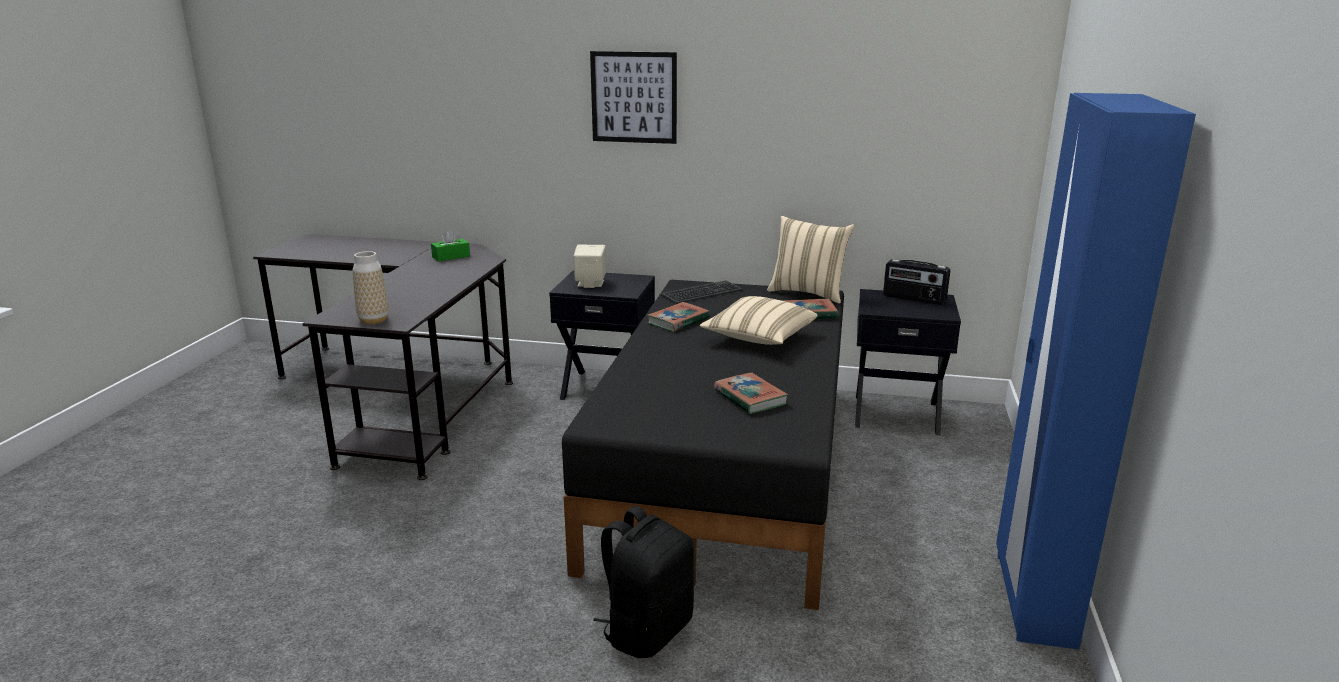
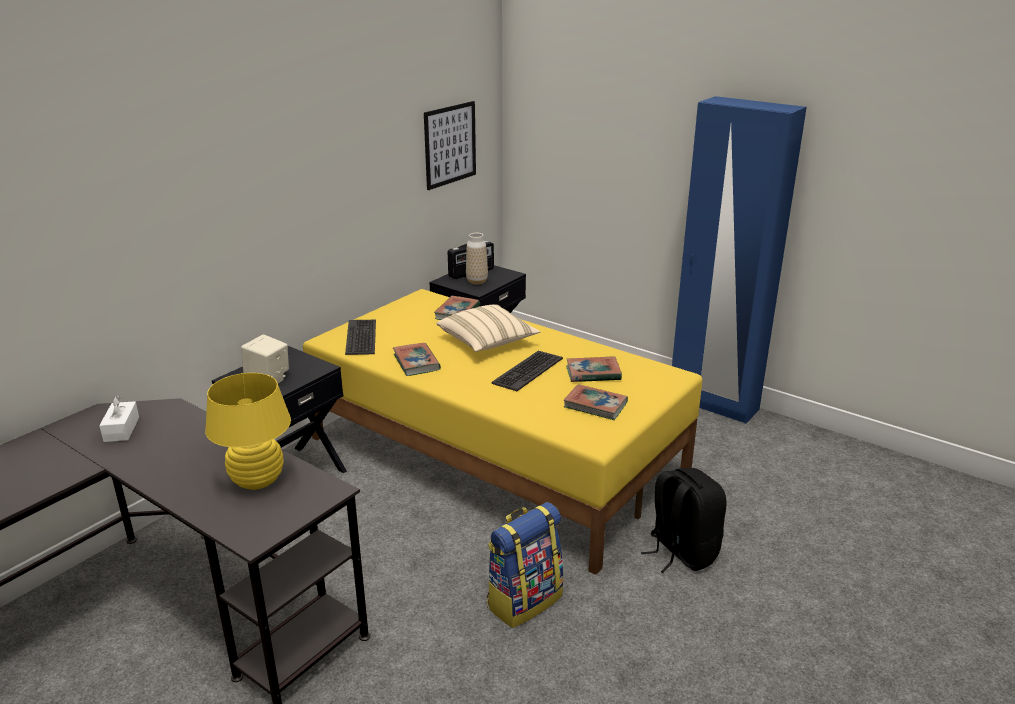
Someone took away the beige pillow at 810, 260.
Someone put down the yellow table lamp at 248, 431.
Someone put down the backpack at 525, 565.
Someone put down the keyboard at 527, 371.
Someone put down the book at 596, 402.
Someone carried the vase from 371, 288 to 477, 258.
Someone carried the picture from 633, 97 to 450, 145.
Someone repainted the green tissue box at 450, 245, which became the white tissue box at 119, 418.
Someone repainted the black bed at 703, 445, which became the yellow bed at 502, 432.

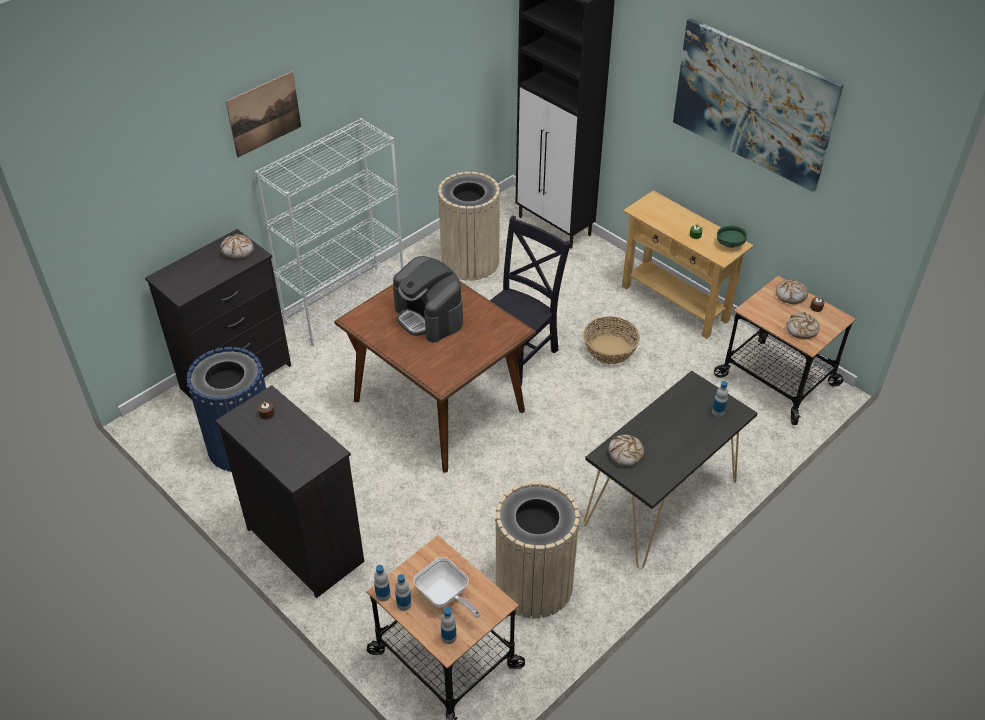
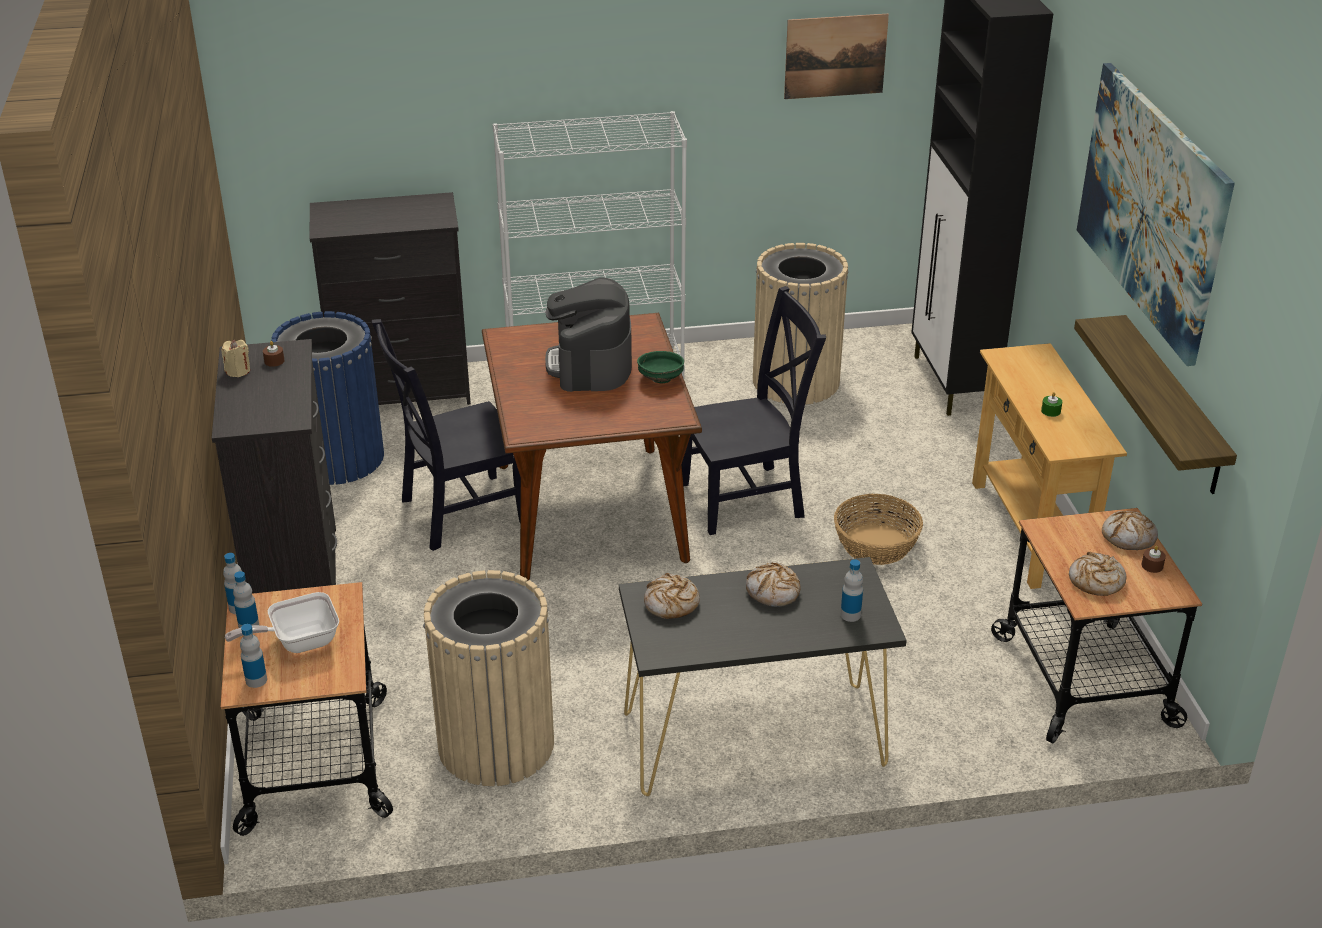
Someone put down the beige candle at 235, 358.
Someone put down the black chair at 446, 435.
Someone put up the shelf at 1155, 404.
Someone carried the bread from 237, 246 to 773, 585.
Someone carried the picture from 263, 114 to 836, 56.
Someone carried the green bowl from 732, 237 to 660, 367.
Someone rotated the frying pan at 446, 587 by 75 degrees clockwise.

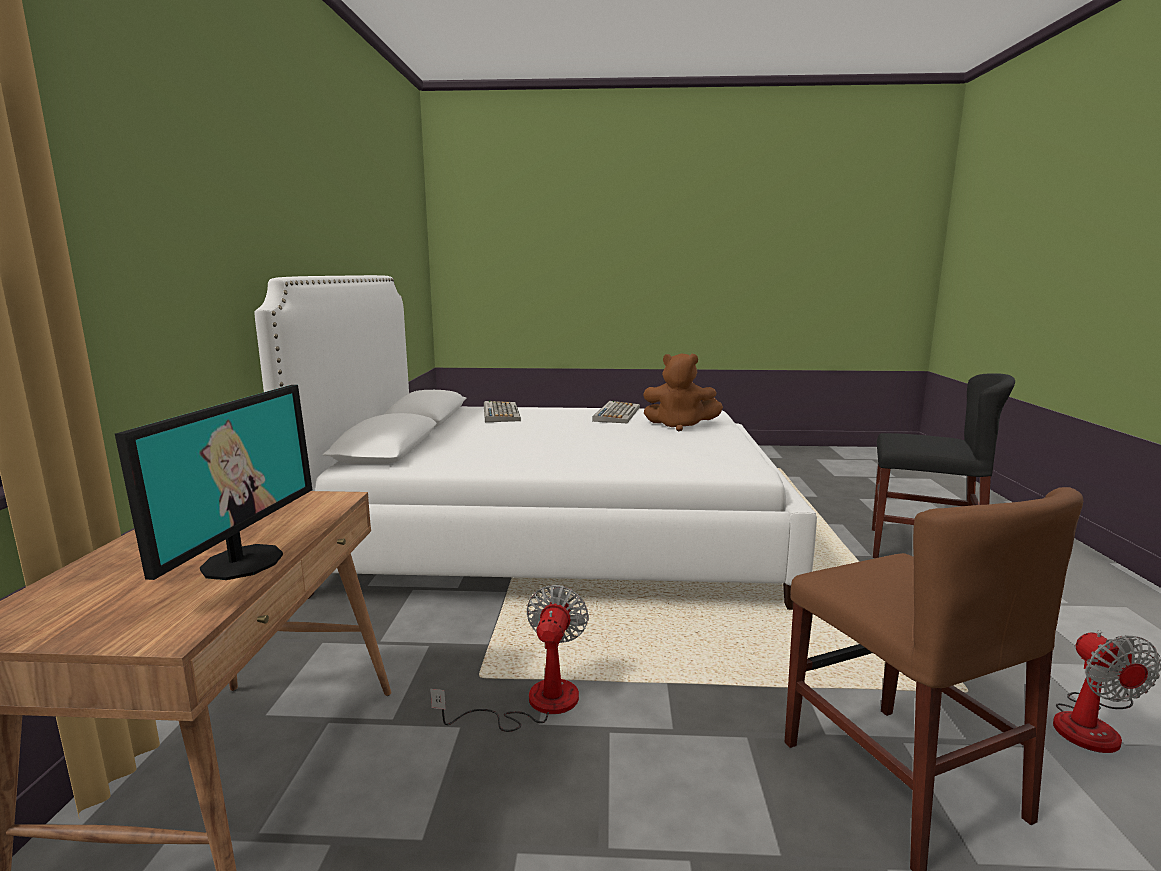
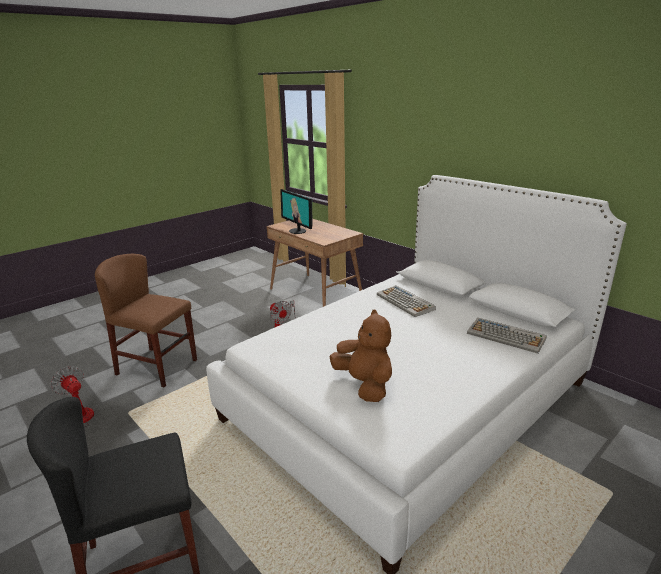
Someone carried the keyboard from 616, 412 to 406, 301.
Someone rotated the brown plush toy at 683, 392 by 90 degrees clockwise.

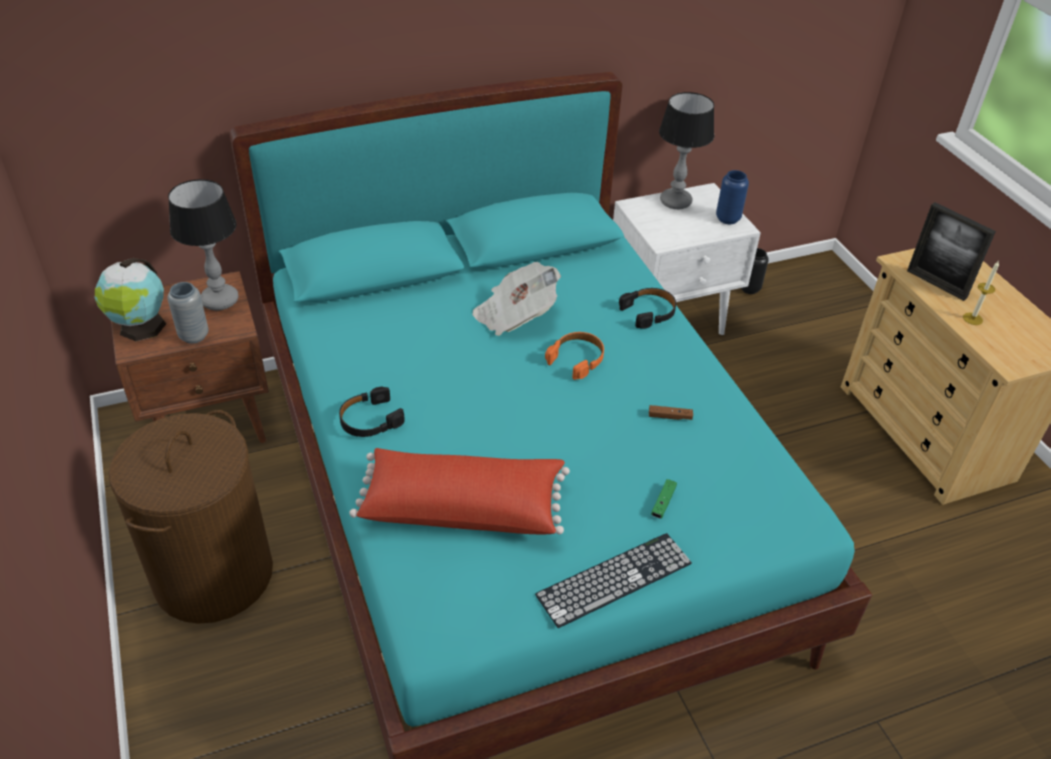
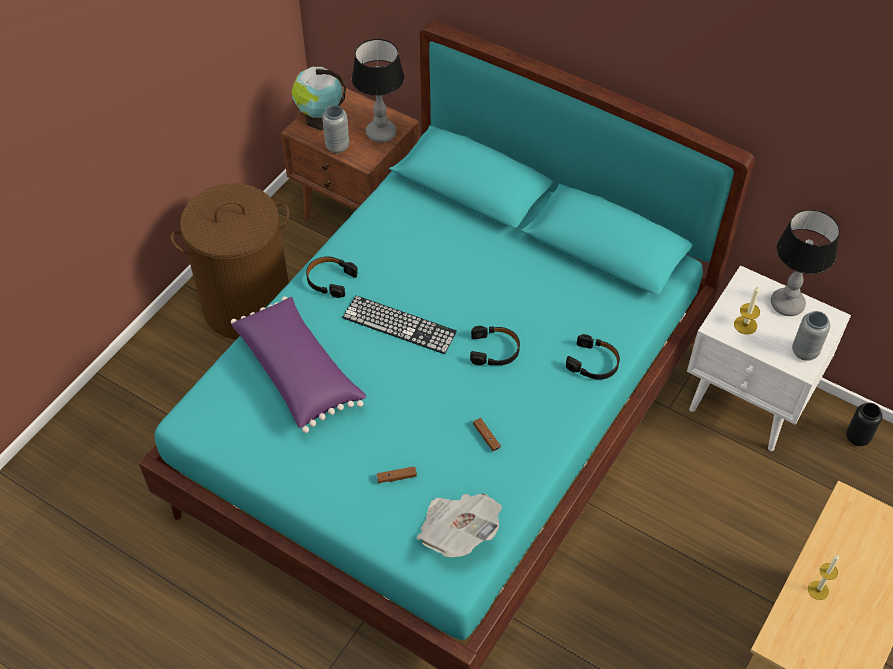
Someone took away the picture frame at 951, 251.
Someone put down the candle at 747, 310.
Someone carried the newspaper from 516, 299 to 459, 525.
Someone carried the keyboard from 613, 580 to 399, 325.
Someone repainted the red pillow at 459, 491, which became the purple pillow at 298, 364.
Someone repainted the orange headphones at 574, 356, which became the black headphones at 495, 346.
Someone repainted the green game controller at 664, 498, which became the brown game controller at 397, 474.
Someone repainted the blue vase at 732, 197, which became the grey vase at 811, 336.

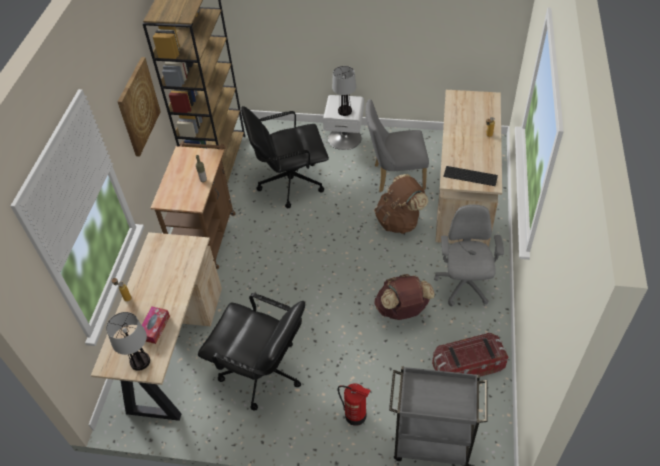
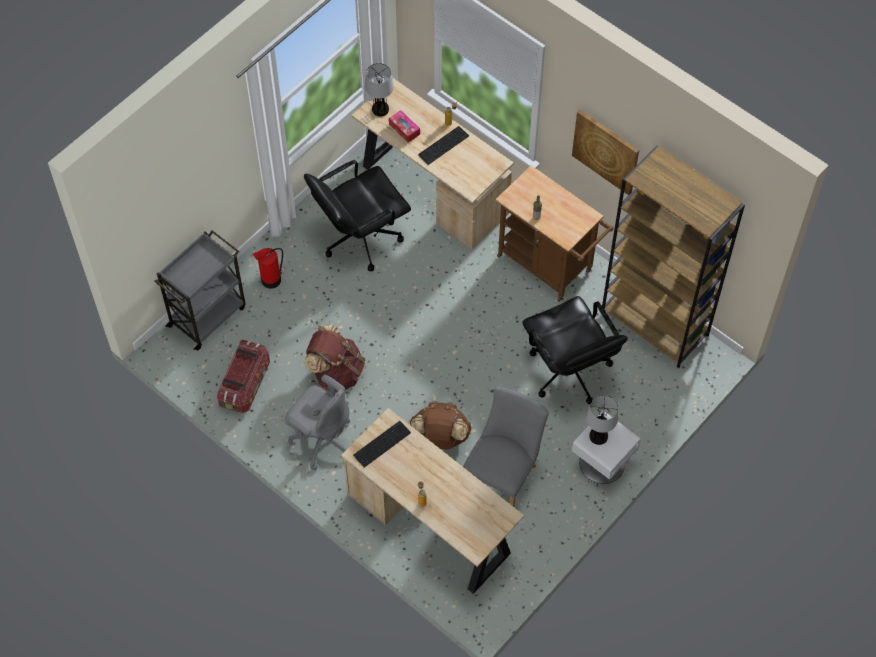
Someone put down the keyboard at 443, 145.
Someone rotated the black office chair at 285, 157 by 135 degrees clockwise.

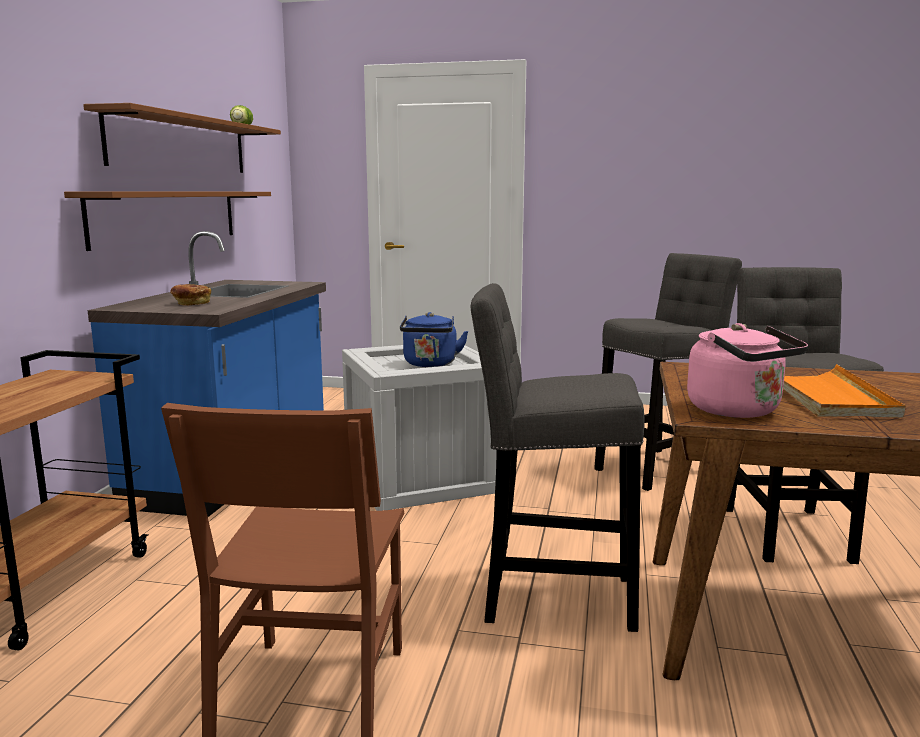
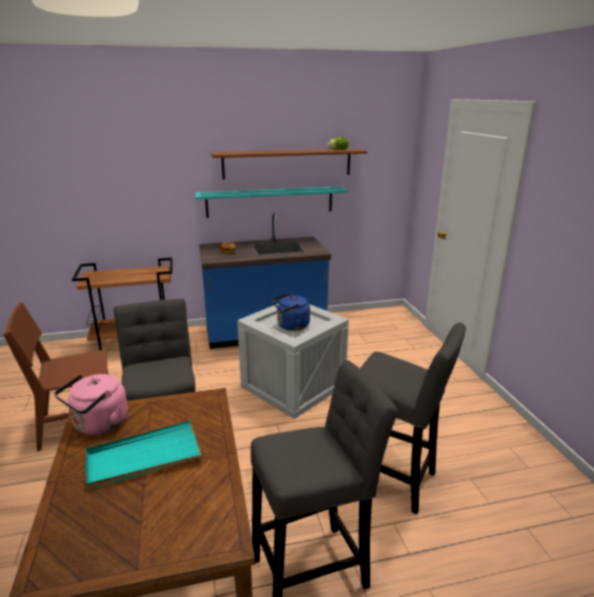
Someone repainted the brown shelf at 167, 221, which became the turquoise shelf at 271, 202.
Someone repainted the orange tray at 844, 391, which became the turquoise tray at 144, 454.

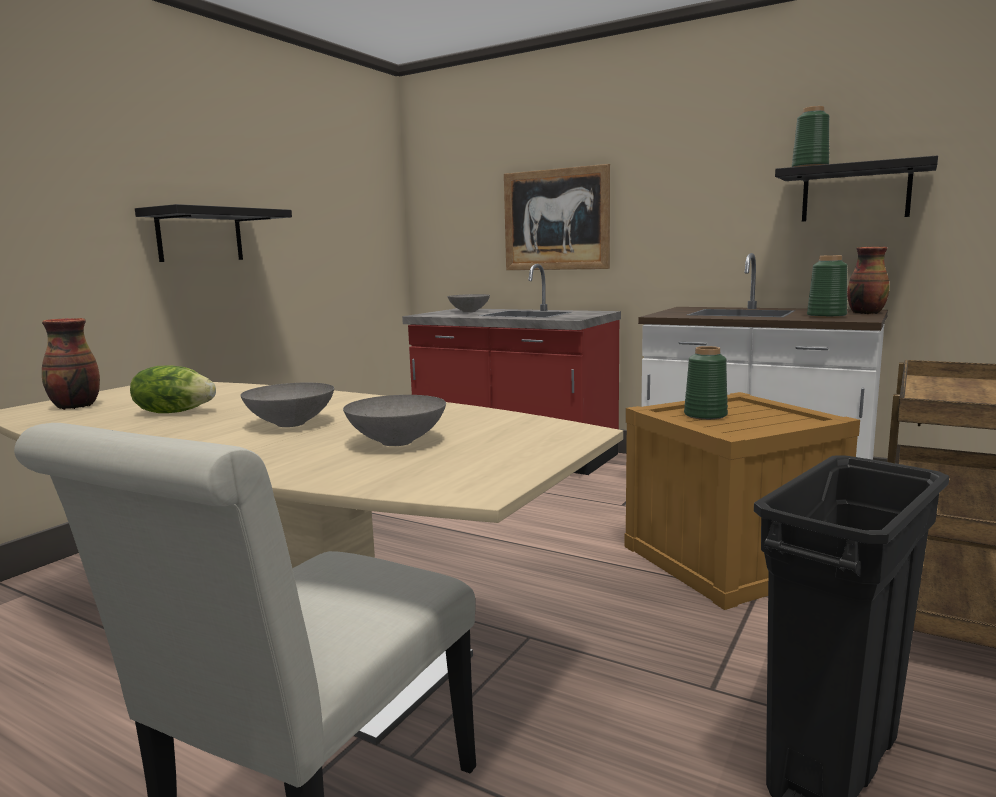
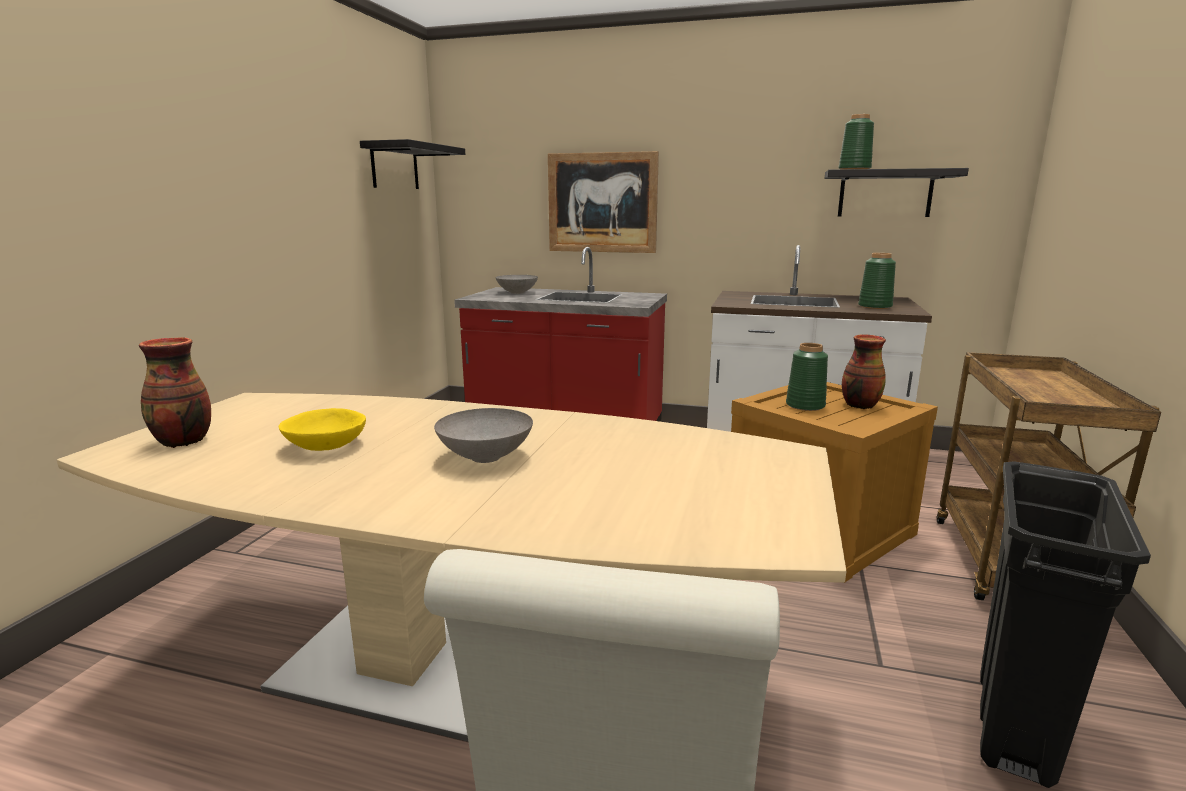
Someone took away the grey bowl at 394, 420.
Someone carried the black shelf from 213, 233 to 412, 164.
Someone carried the vase from 868, 280 to 864, 371.
Someone swapped the lettuce at 173, 389 for the yellow bowl at 322, 429.

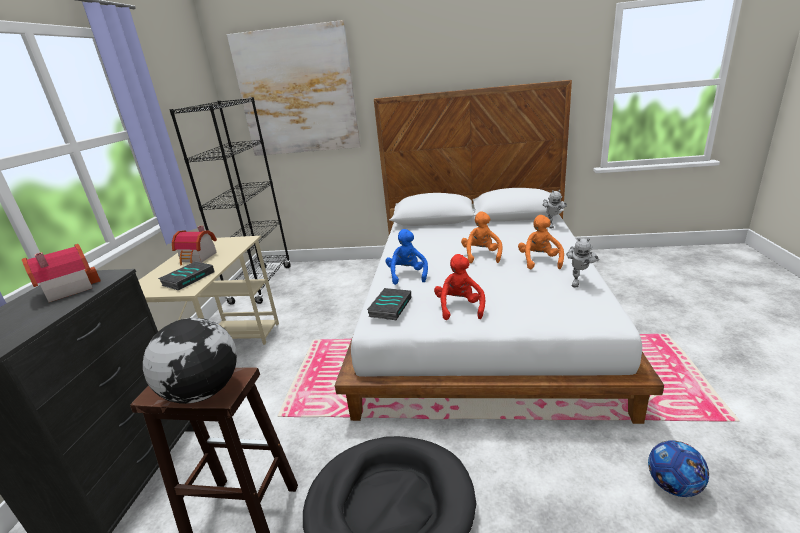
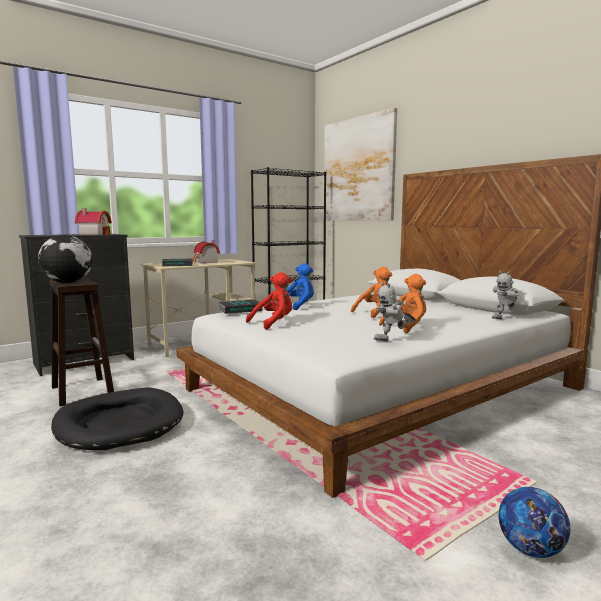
Someone carried the football from 678, 468 to 534, 522.

